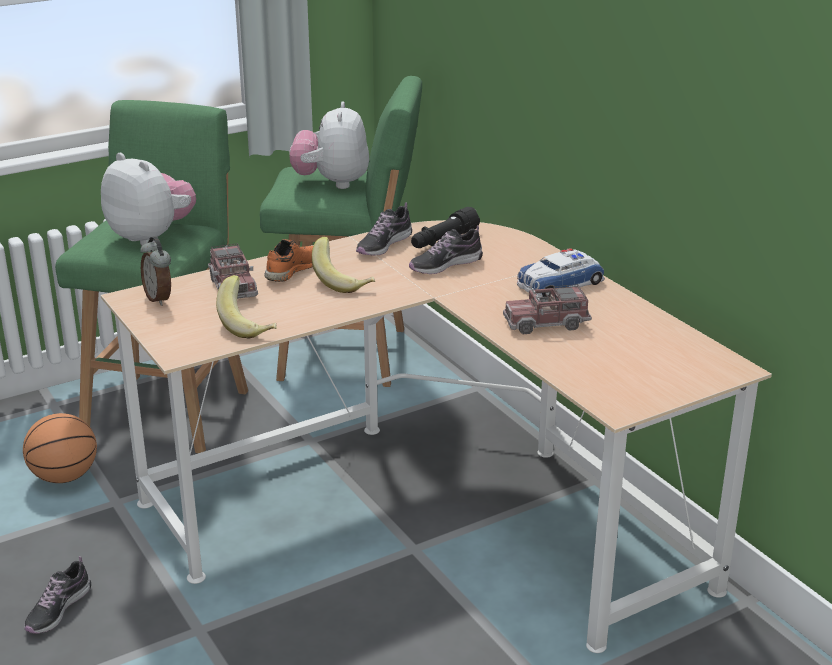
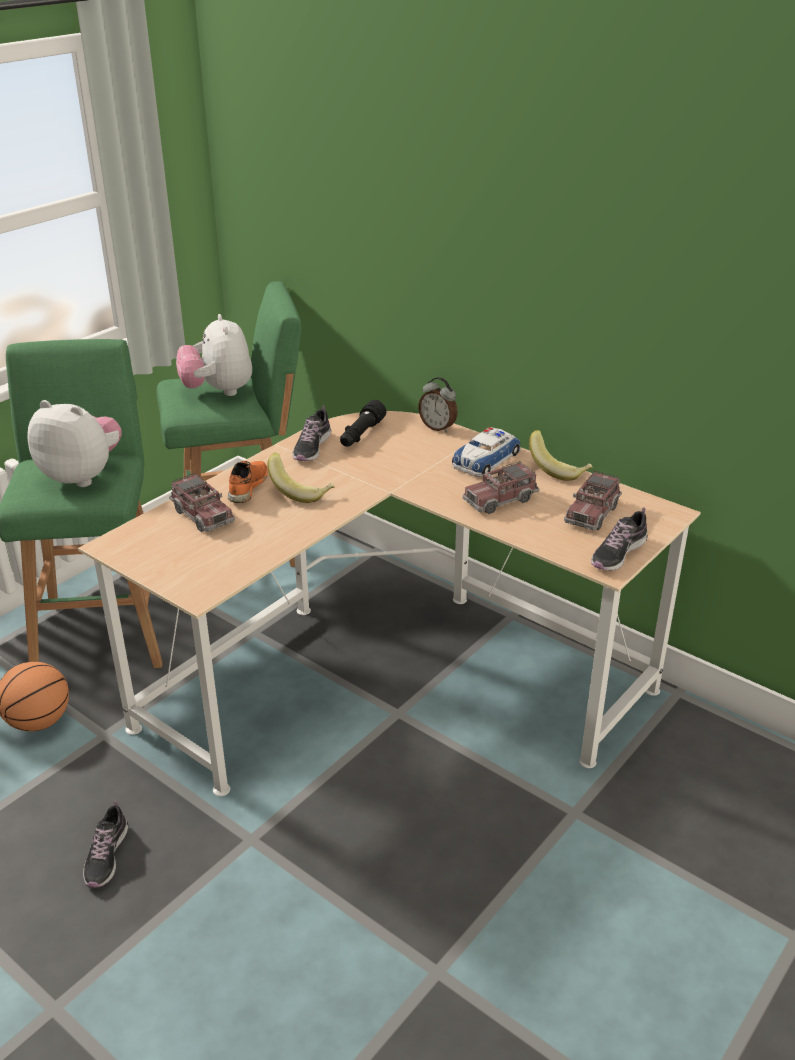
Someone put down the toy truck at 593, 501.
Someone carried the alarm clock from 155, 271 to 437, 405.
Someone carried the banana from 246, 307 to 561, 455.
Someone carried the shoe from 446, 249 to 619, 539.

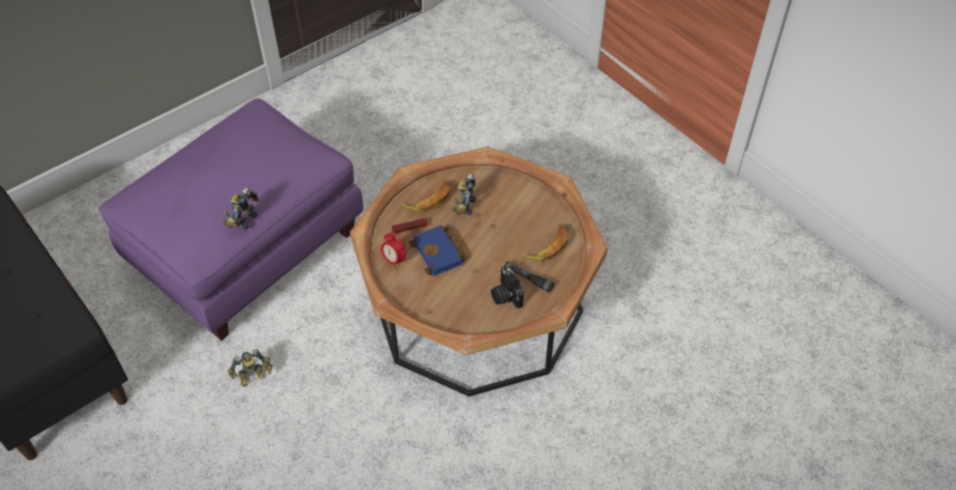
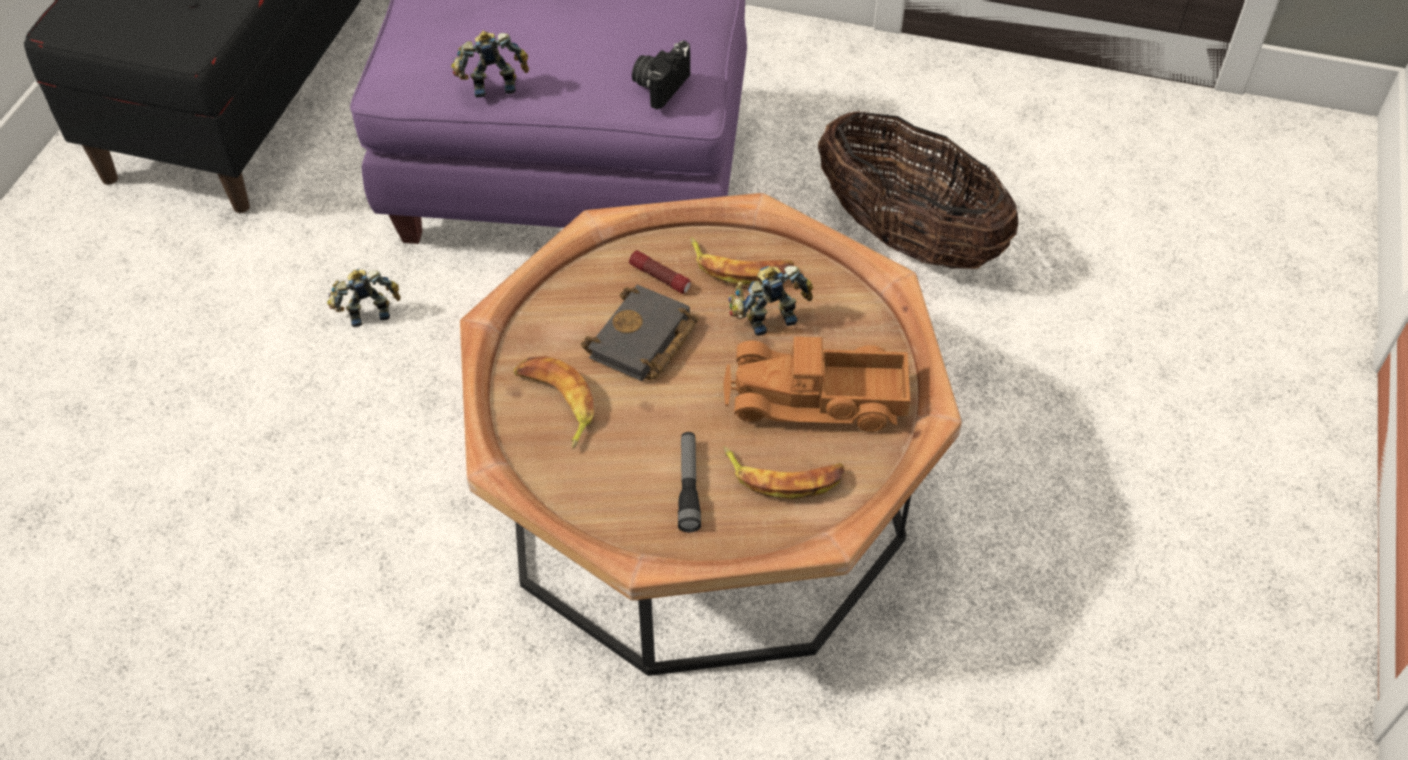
Someone took away the alarm clock at 393, 250.
Someone put down the banana at 553, 402.
Someone put down the toy truck at 816, 384.
Someone put down the basket at 918, 189.
Someone carried the photo camera from 507, 287 to 661, 74.
Someone repainted the blue book at 438, 250, which became the black book at 640, 333.
Someone rotated the toy robot at 250, 367 by 135 degrees clockwise.

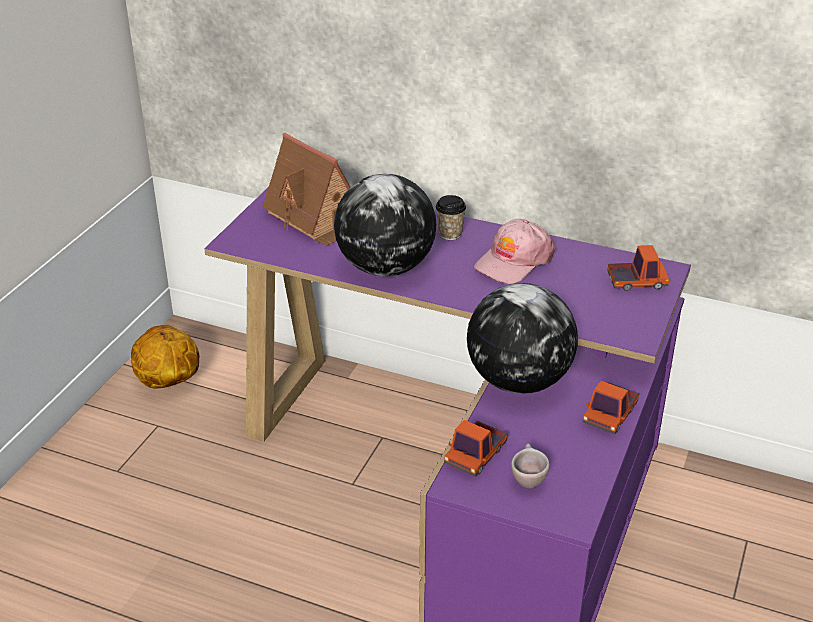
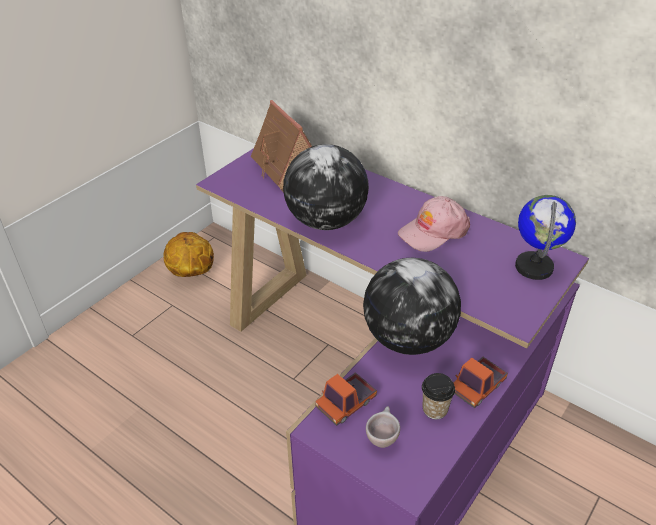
Someone carried the cup from 451, 217 to 438, 396.
Someone swapped the toy truck at 638, 268 for the globe at 545, 237.

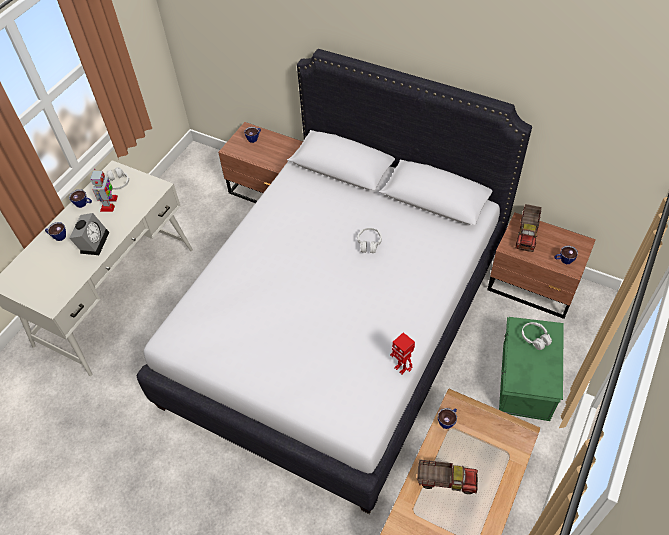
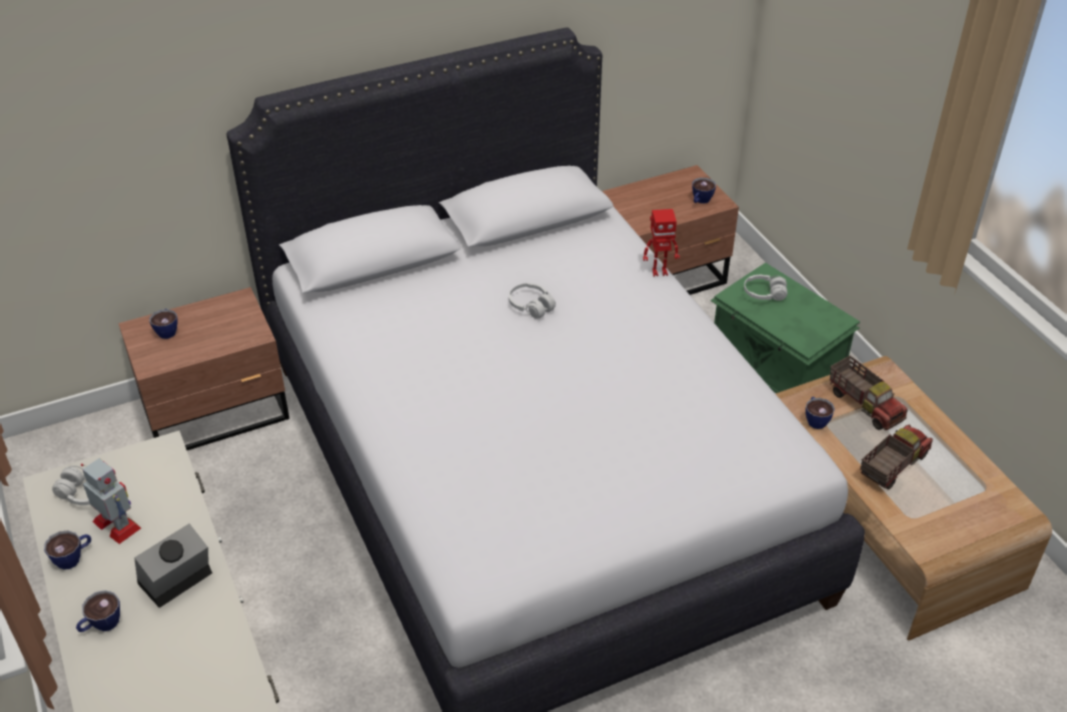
Someone carried the toy robot from 402, 353 to 661, 243.
Someone carried the toy truck from 529, 228 to 869, 393.
Someone rotated the alarm clock at 89, 234 by 90 degrees counterclockwise.

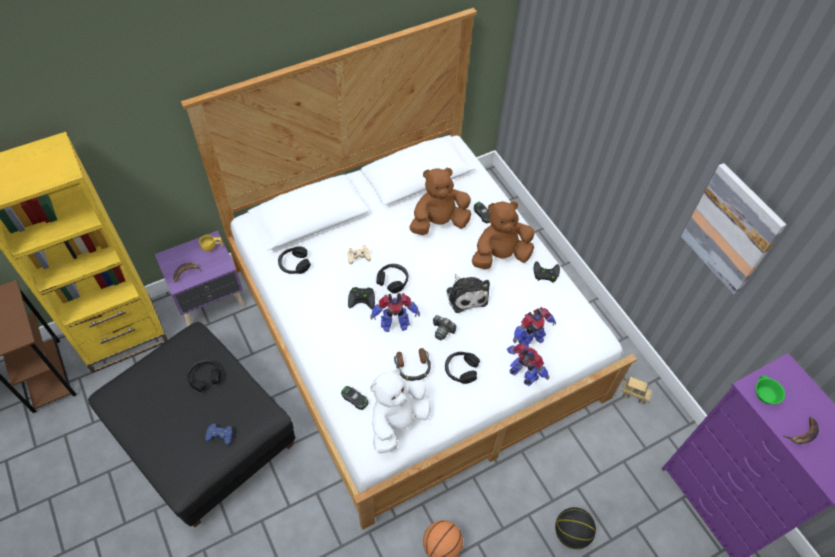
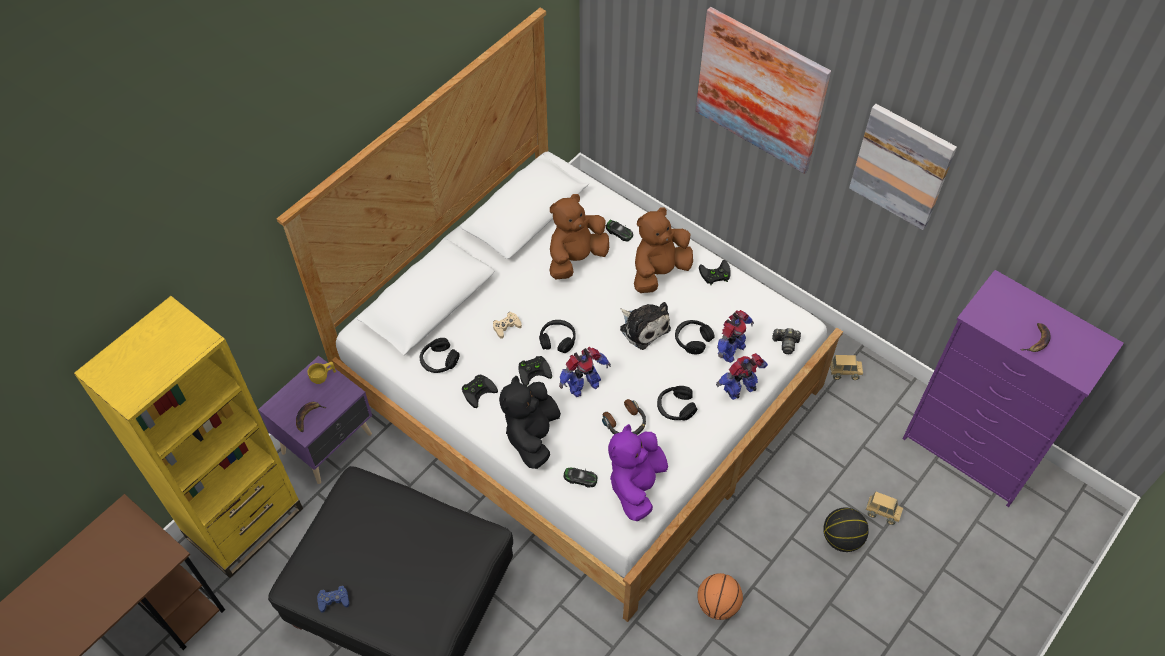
Someone took away the green cup at 770, 389.
Someone put down the black game controller at 480, 391.
Someone put down the black plush toy at 530, 422.
Someone put up the picture at 763, 90.
Someone put down the toy truck at 884, 508.
Someone carried the black headphones from 204, 375 to 695, 337.
Someone carried the blue game controller from 219, 435 to 333, 598.
Someone carried the photo camera from 444, 327 to 786, 341.
Someone repainted the white plush toy at 400, 410, which became the purple plush toy at 638, 472.
Someone rotated the toy robot at 527, 364 by 45 degrees counterclockwise.

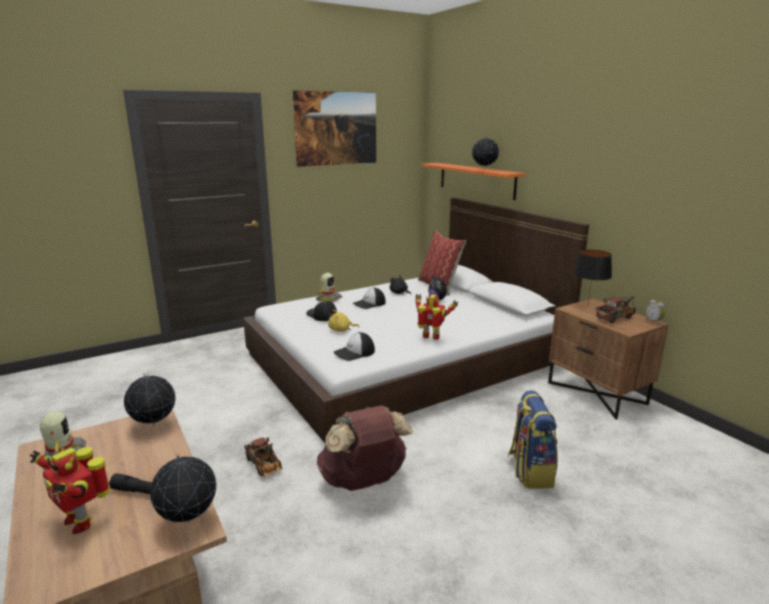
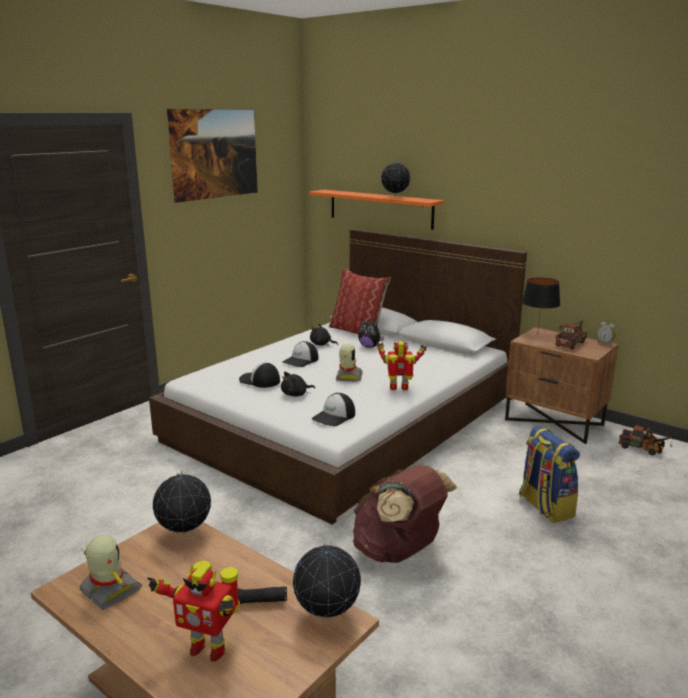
Someone carried the toy truck from 263, 457 to 646, 440.
Someone carried the toy robot from 329, 288 to 349, 363.
Someone repainted the yellow plush toy at 344, 320, which became the black plush toy at 298, 384.

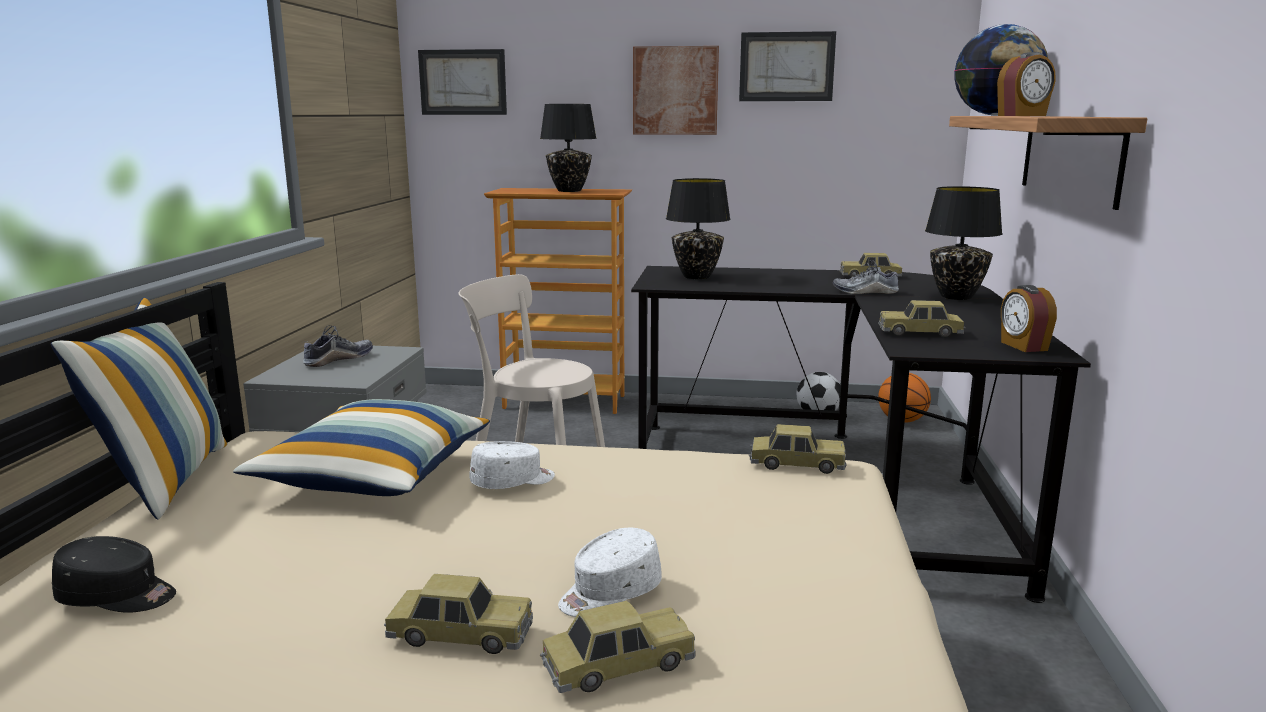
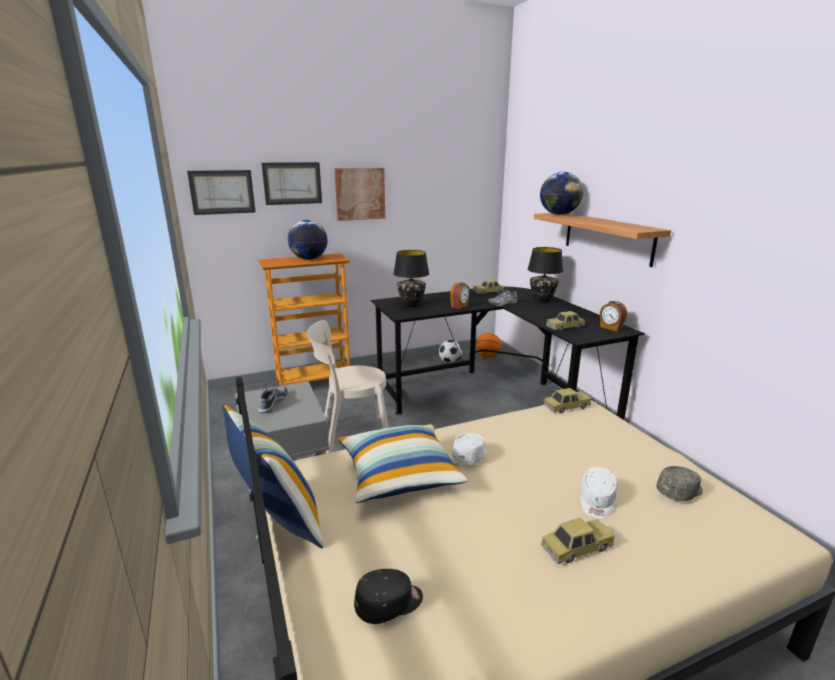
Someone took away the toy car at 617, 647.
Someone put down the grey cap at 679, 484.
Someone carried the picture from 787, 66 to 292, 183.
Someone carried the alarm clock from 1026, 84 to 460, 295.
Someone swapped the black table lamp at 568, 148 for the globe at 308, 240.

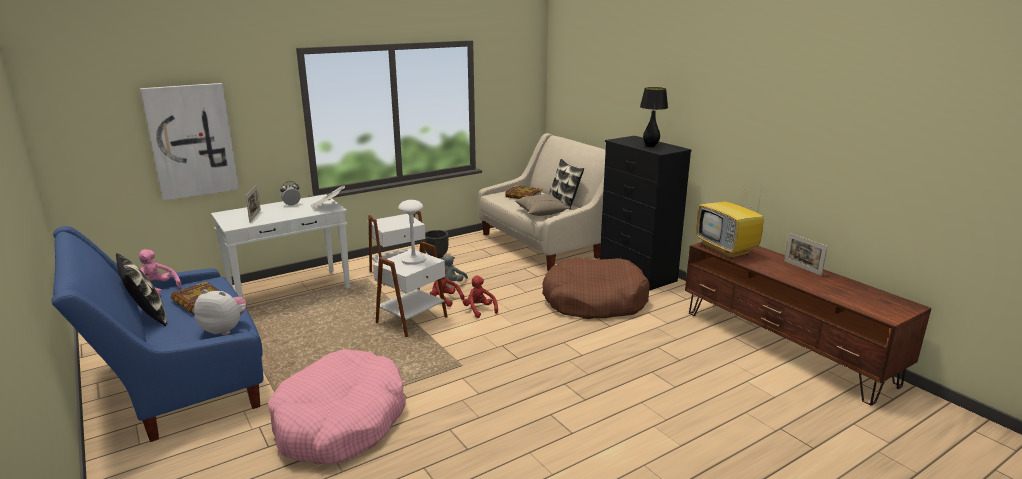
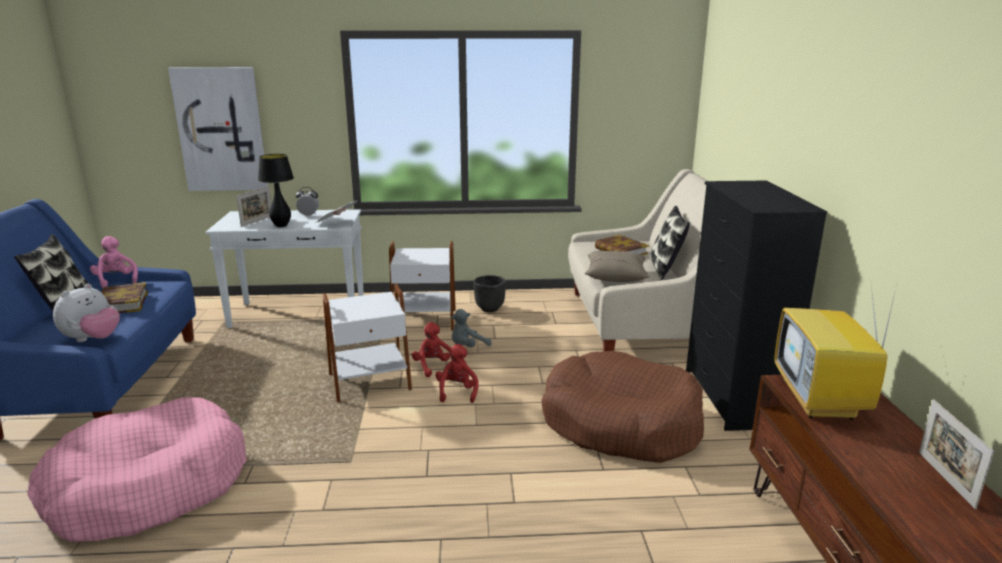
Someone took away the white table lamp at 412, 232.
Someone carried the black table lamp from 654, 117 to 276, 190.
Someone rotated the plush toy at 220, 312 by 75 degrees clockwise.

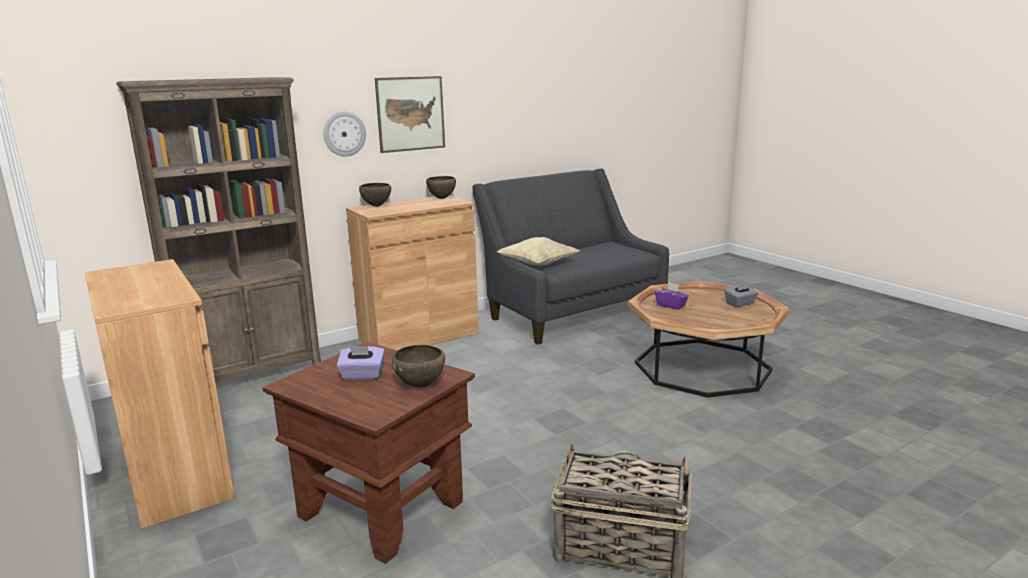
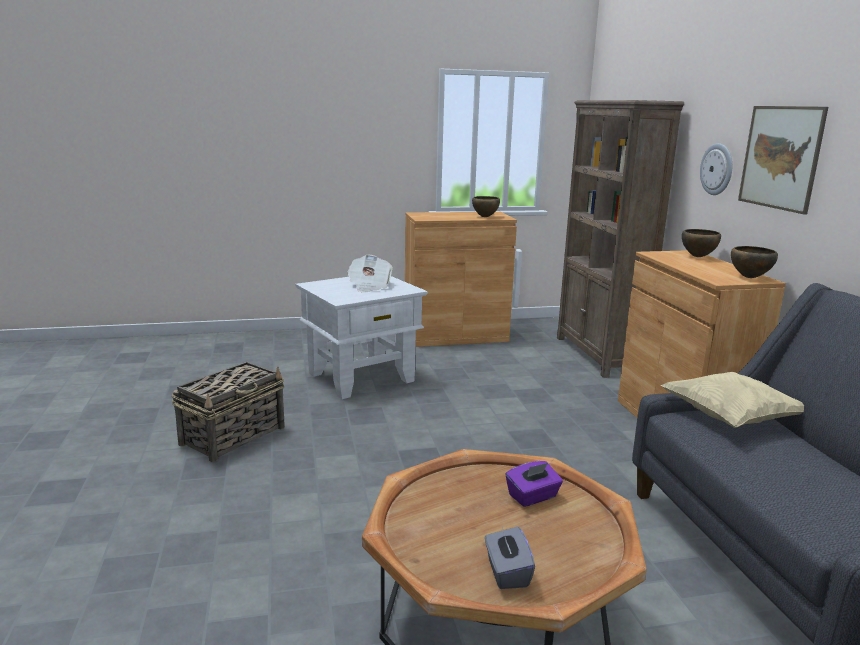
Someone carried the brown bowl from 418, 366 to 486, 206.
Someone swapped the purple tissue box at 361, 363 for the newspaper at 370, 274.
Someone repainted the brown side table at 368, 453, which became the white side table at 361, 337.

